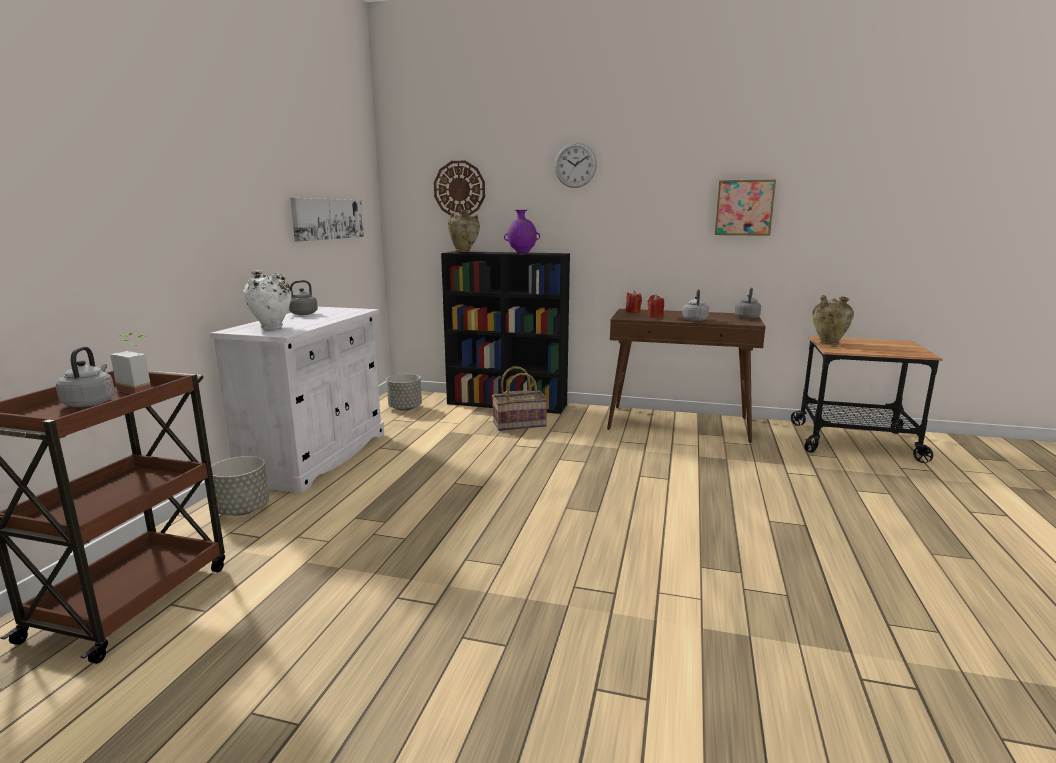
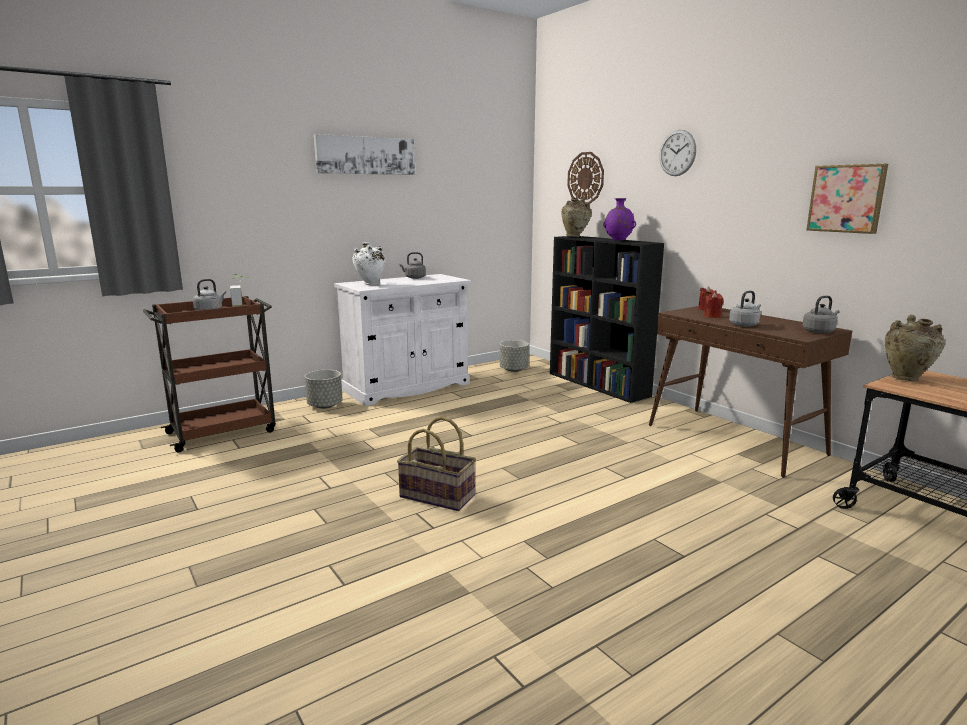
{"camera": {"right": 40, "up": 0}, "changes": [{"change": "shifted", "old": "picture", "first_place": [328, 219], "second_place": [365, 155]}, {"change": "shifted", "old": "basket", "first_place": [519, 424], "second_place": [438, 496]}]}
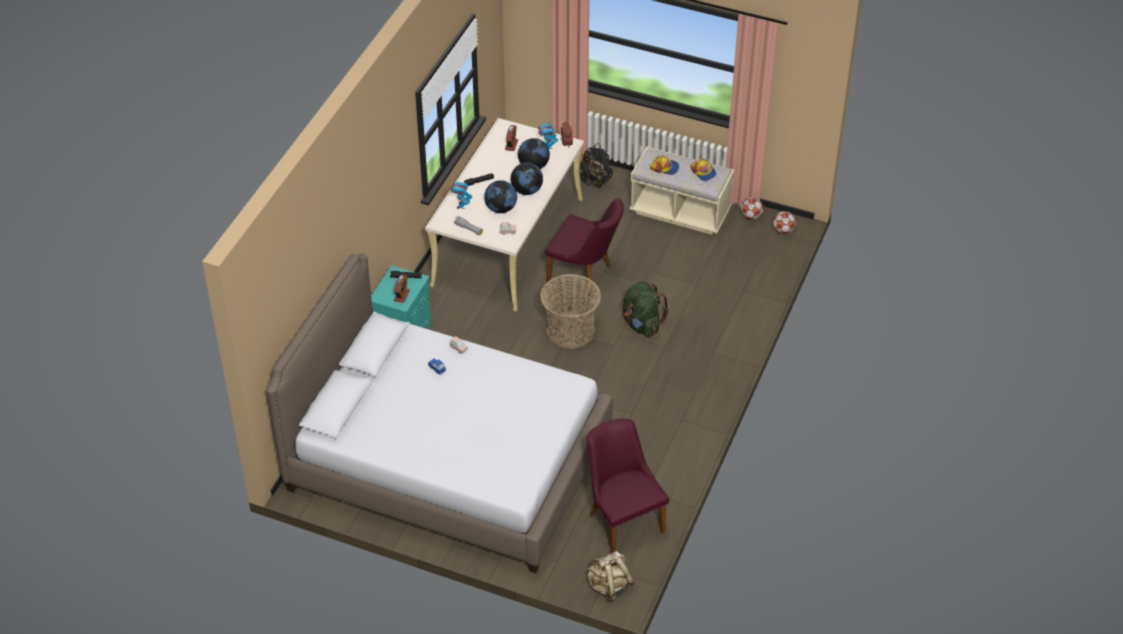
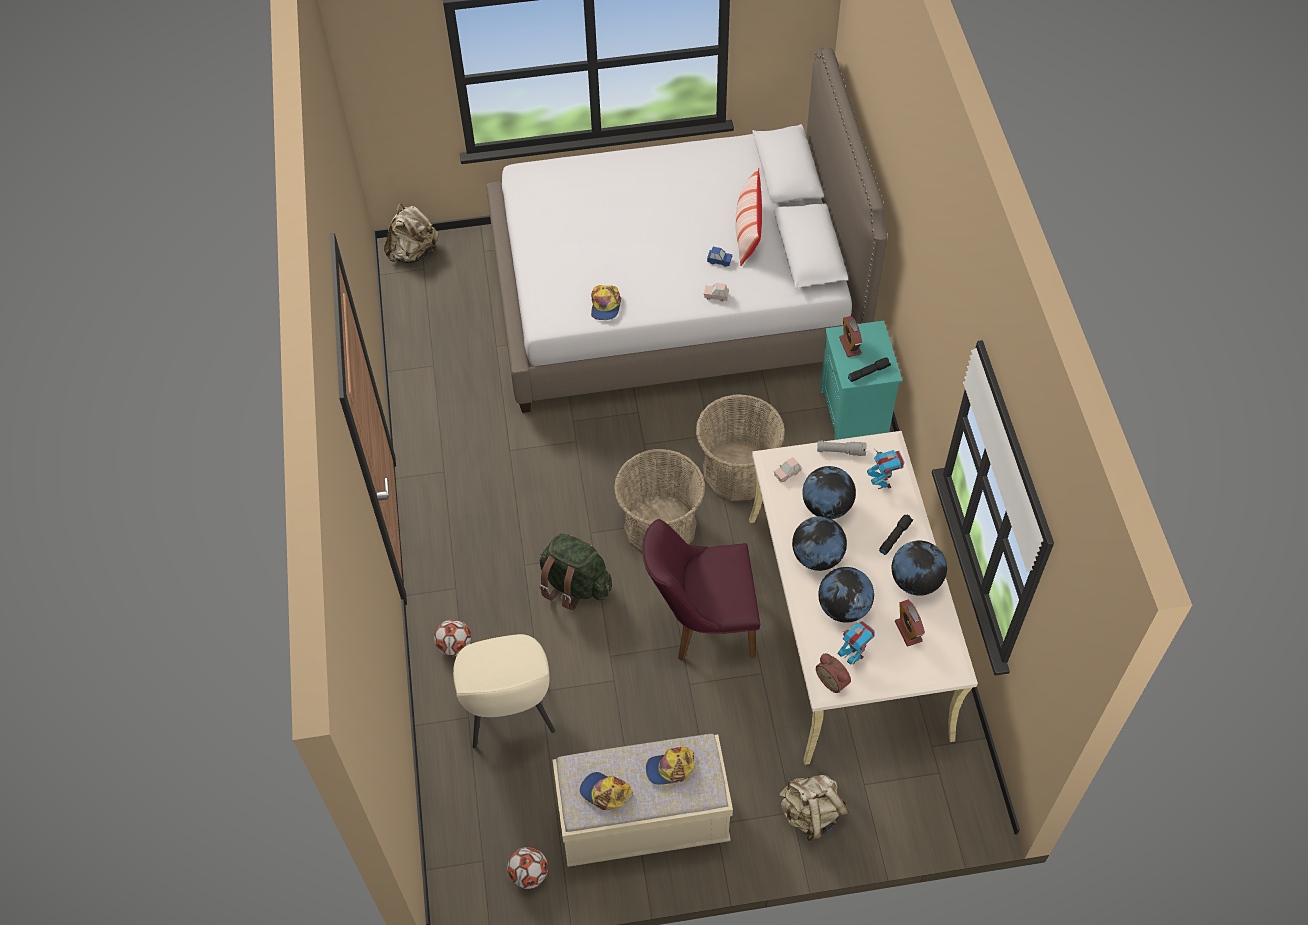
{"camera": {"right": 150, "up": 10}, "changes": [{"change": "shifted", "old": "football", "first_place": [783, 230], "second_place": [454, 646]}, {"change": "new", "new": "chair (beige)", "second_place": [509, 713]}, {"change": "new", "new": "cap", "second_place": [605, 305]}, {"change": "new", "new": "basket", "second_place": [738, 471]}, {"change": "new", "new": "pillow", "second_place": [748, 231]}, {"change": "repainted", "old": "backpack (black)", "new": "backpack (beige)", "first_place": [595, 181], "second_place": [811, 814]}, {"change": "new", "new": "globe", "second_place": [915, 581]}, {"change": "gone", "old": "chair (purple)", "first_place": [622, 519]}]}
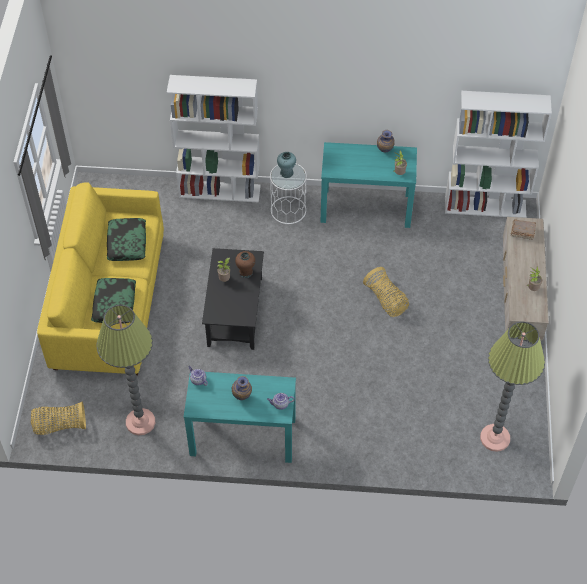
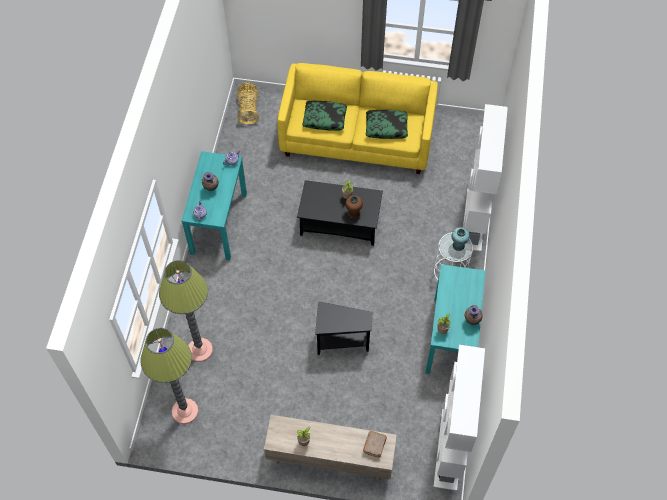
{"camera": {"right": 95, "up": 5}, "changes": [{"change": "shifted", "old": "floor lamp", "first_place": [140, 422], "second_place": [200, 350]}, {"change": "swapped", "old": "basket", "new": "side table (black)", "first_place": [386, 300], "second_place": [340, 342]}]}
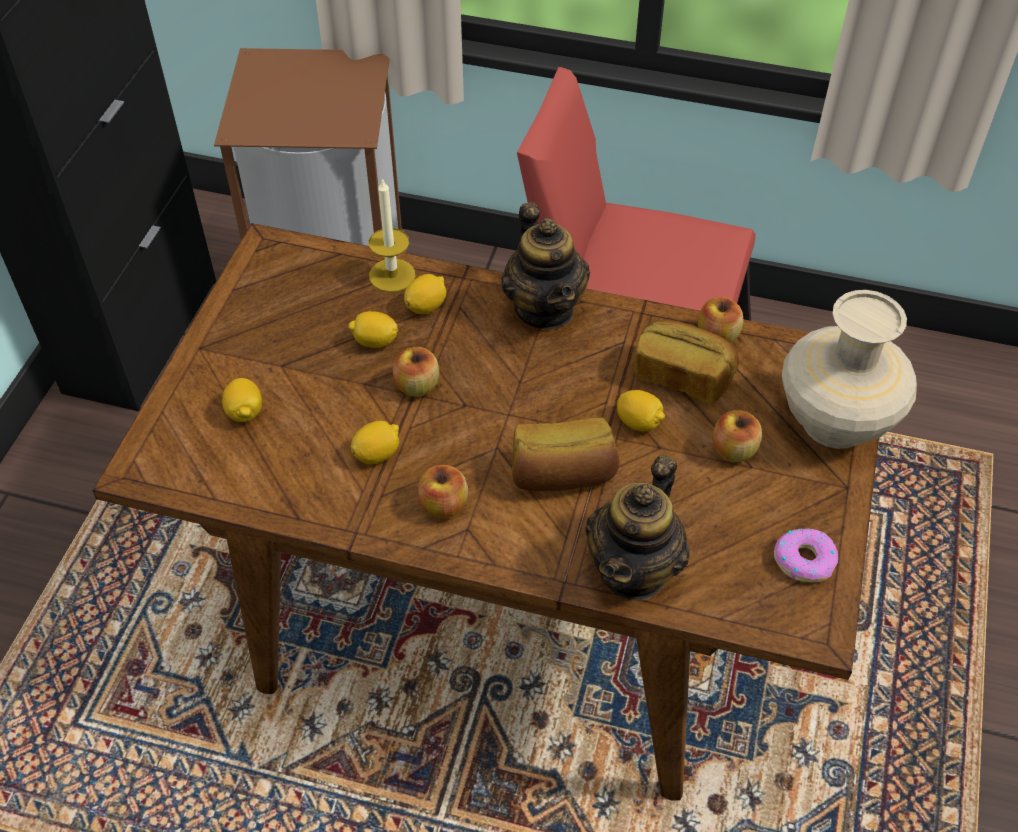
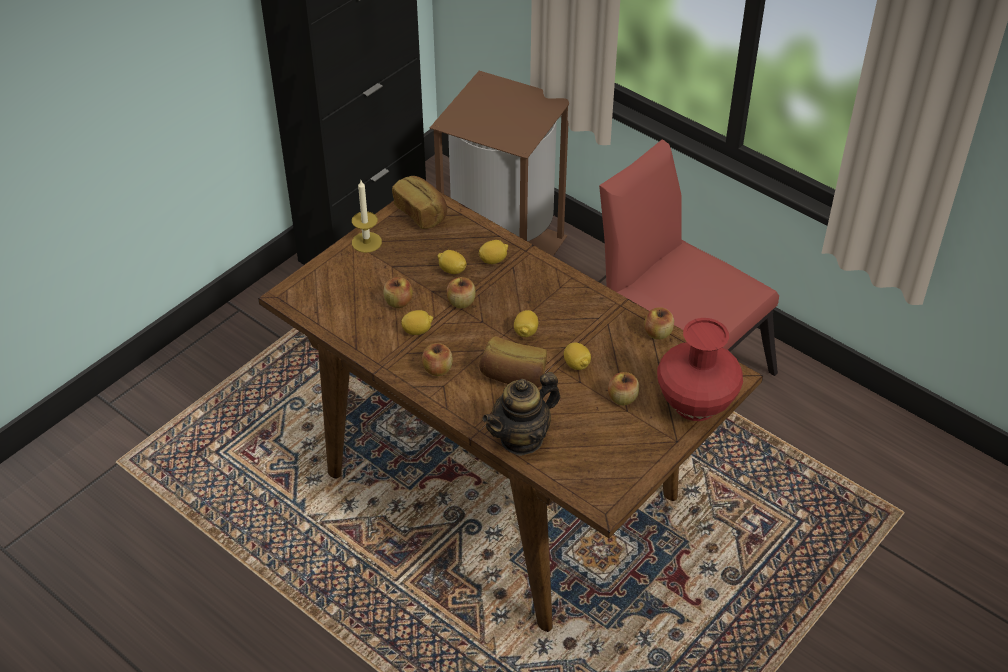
{"camera": {"right": 25, "up": -5}, "changes": [{"change": "shifted", "old": "candle", "first_place": [392, 275], "second_place": [366, 242]}, {"change": "new", "new": "apple", "second_place": [398, 302]}, {"change": "shifted", "old": "bread", "first_place": [682, 375], "second_place": [421, 212]}, {"change": "shifted", "old": "lemon", "first_place": [245, 412], "second_place": [525, 332]}, {"change": "repainted", "old": "vase (beige)", "new": "vase (red)", "first_place": [834, 421], "second_place": [695, 404]}, {"change": "gone", "old": "teapot", "first_place": [545, 308]}, {"change": "gone", "old": "donut", "first_place": [804, 560]}]}
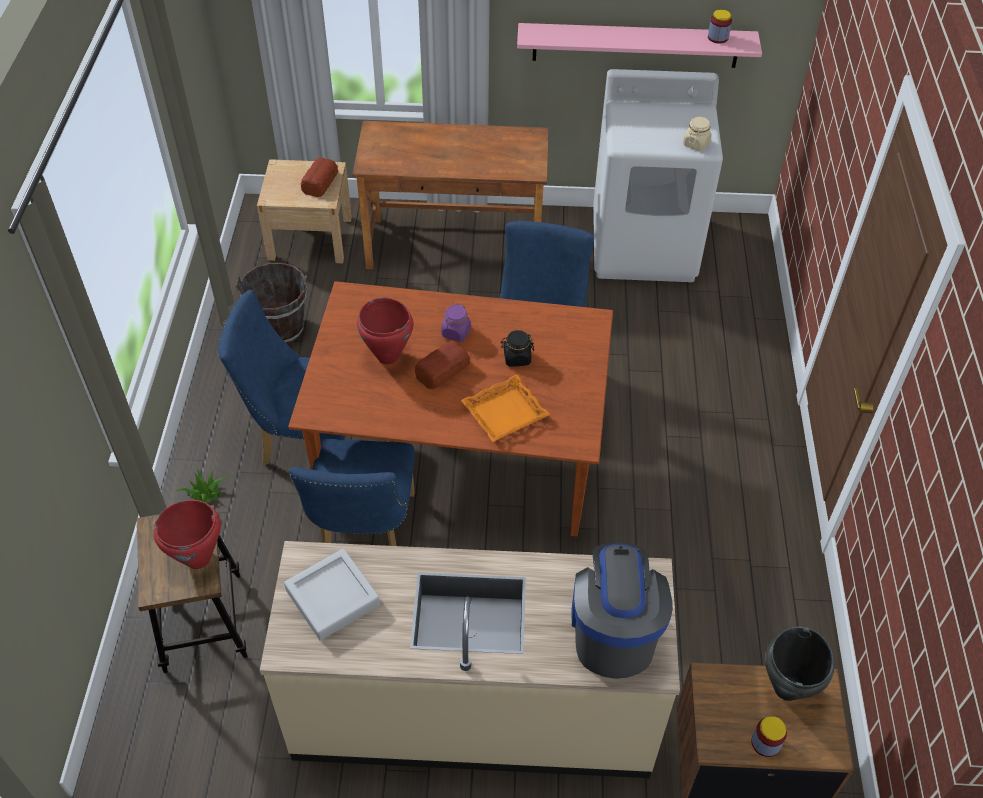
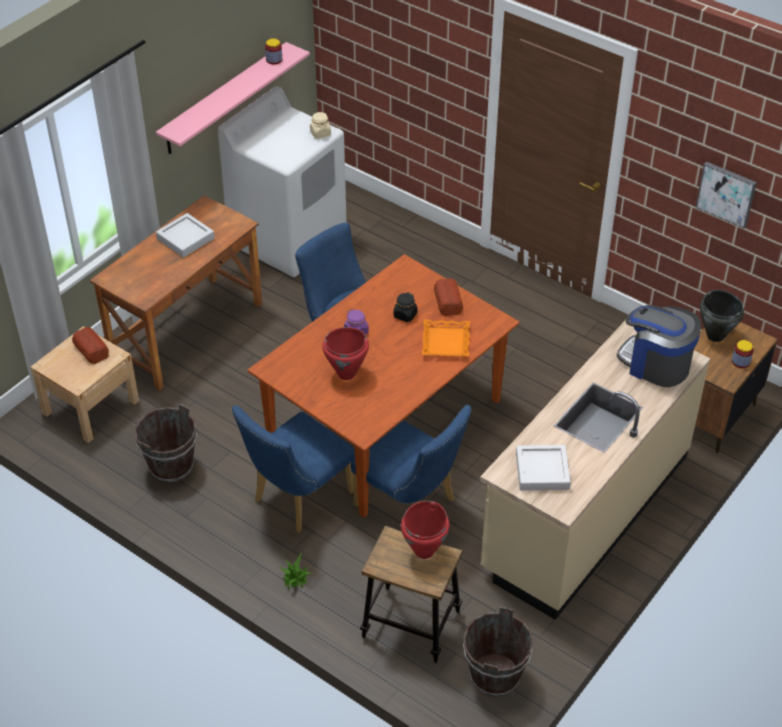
{"camera": {"right": -55, "up": -5}, "changes": [{"change": "new", "new": "tray (grey)", "second_place": [185, 239]}, {"change": "shifted", "old": "bread", "first_place": [443, 369], "second_place": [448, 301]}, {"change": "new", "new": "bucket (brown)", "second_place": [494, 675]}, {"change": "new", "new": "picture", "second_place": [726, 193]}]}
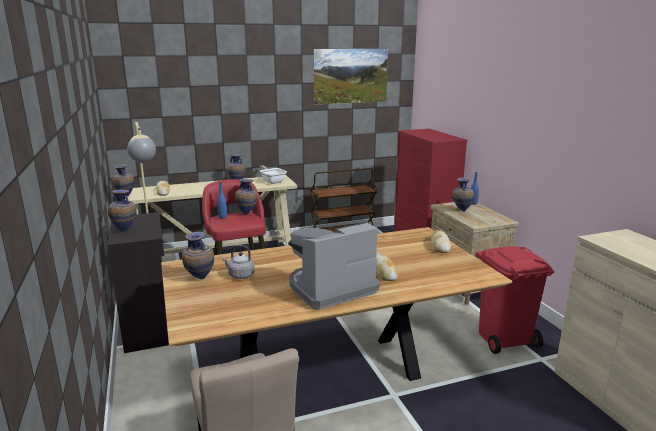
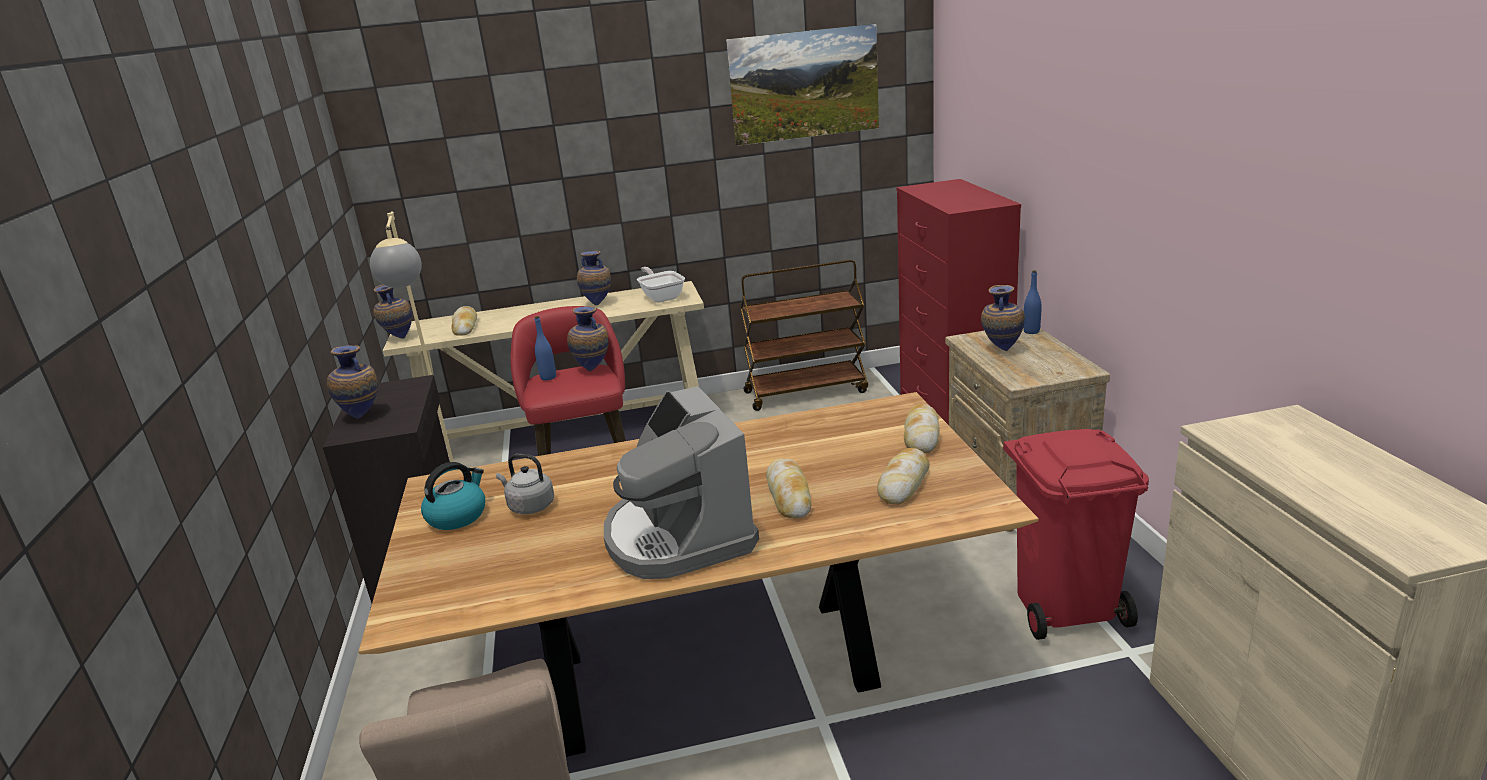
{"camera": {"right": 10, "up": 5}, "changes": [{"change": "swapped", "old": "vase", "new": "kettle", "first_place": [199, 279], "second_place": [457, 516]}, {"change": "rotated", "old": "coffee machine", "first_place": [330, 288], "second_place": [678, 535], "degrees": -90}, {"change": "new", "new": "bread", "second_place": [904, 483]}]}
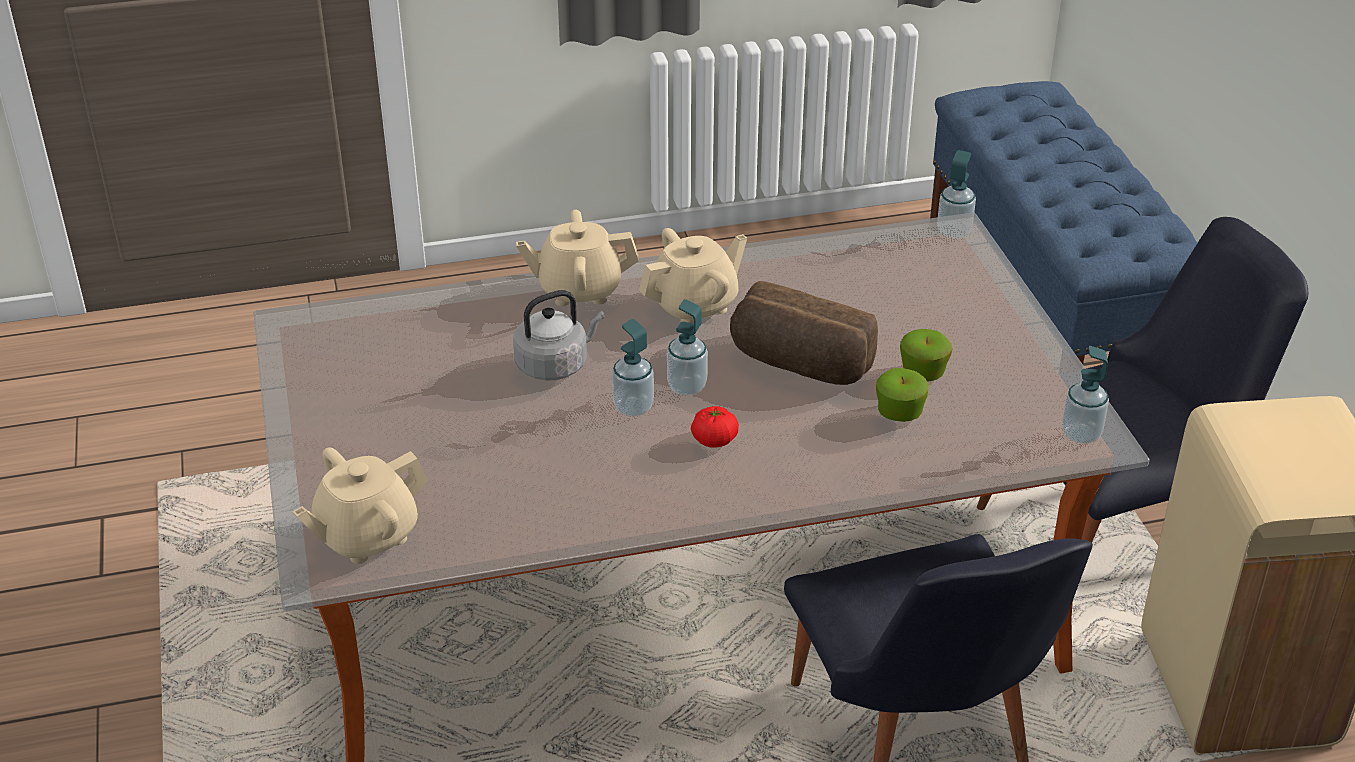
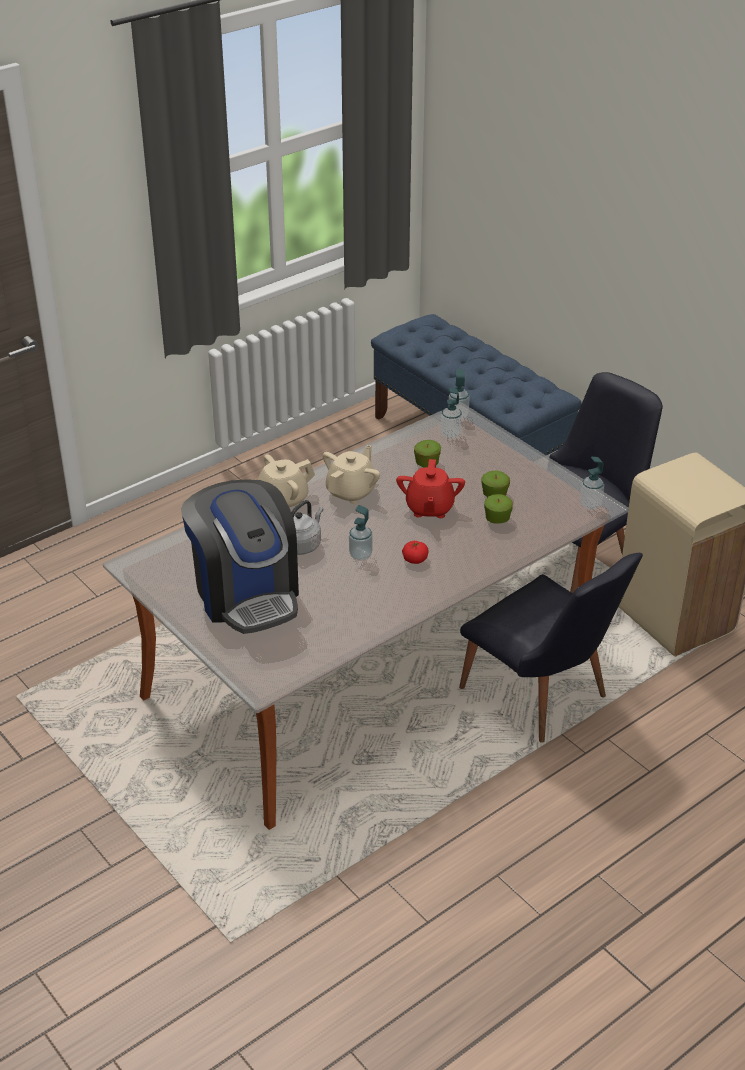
{"camera": {"right": -25, "up": 0}, "changes": [{"change": "new", "new": "coffee machine", "second_place": [246, 594]}, {"change": "swapped", "old": "bread", "new": "teapot (red)", "first_place": [799, 365], "second_place": [429, 508]}, {"change": "new", "new": "apple", "second_place": [427, 463]}, {"change": "shifted", "old": "soap dispenser", "first_place": [687, 387], "second_place": [450, 434]}, {"change": "gone", "old": "teapot (beige)", "first_place": [366, 536]}]}
